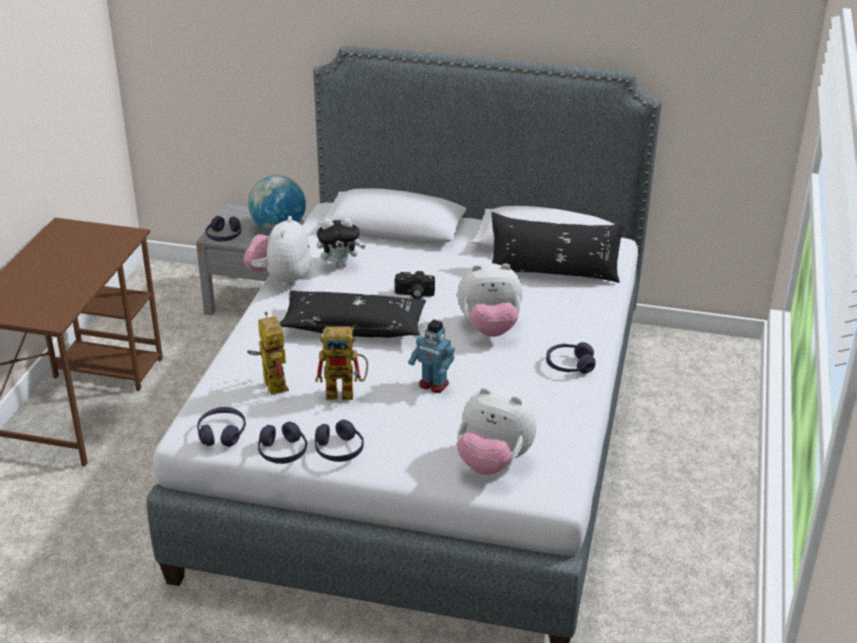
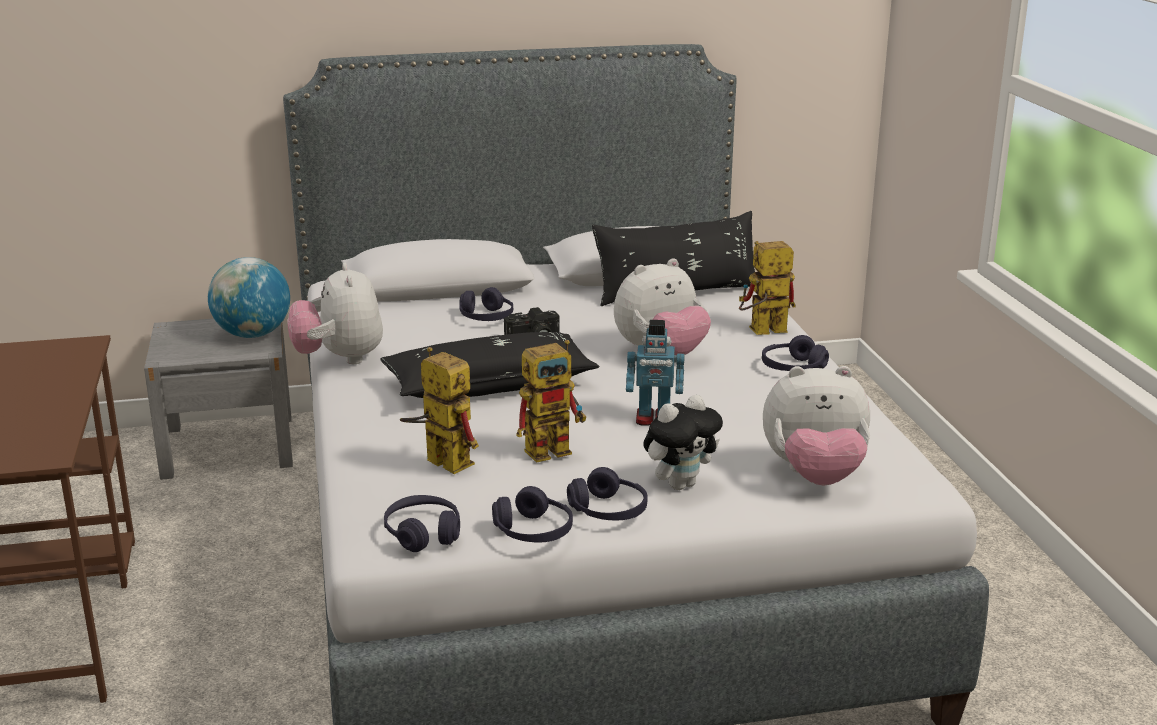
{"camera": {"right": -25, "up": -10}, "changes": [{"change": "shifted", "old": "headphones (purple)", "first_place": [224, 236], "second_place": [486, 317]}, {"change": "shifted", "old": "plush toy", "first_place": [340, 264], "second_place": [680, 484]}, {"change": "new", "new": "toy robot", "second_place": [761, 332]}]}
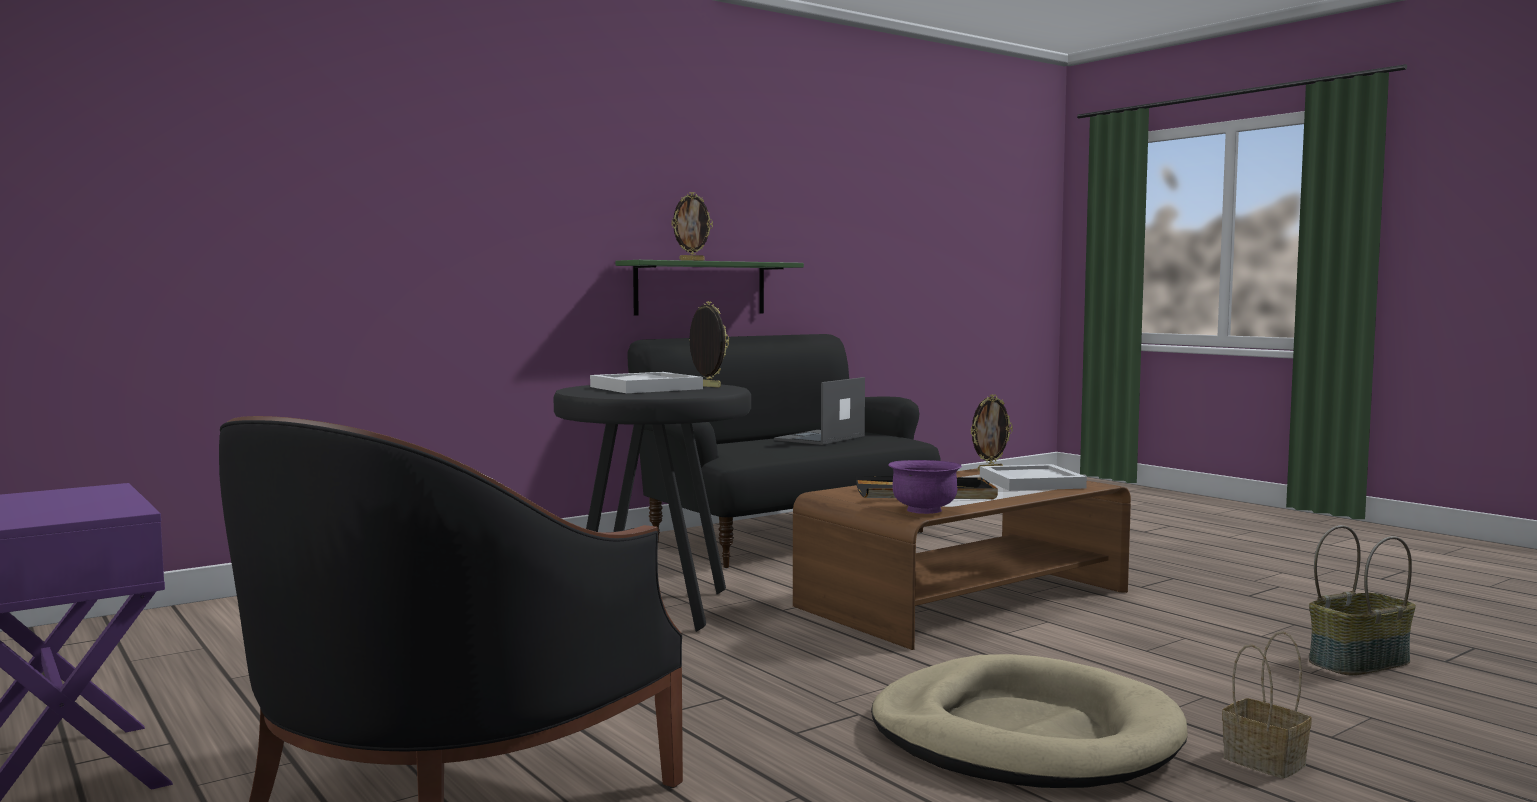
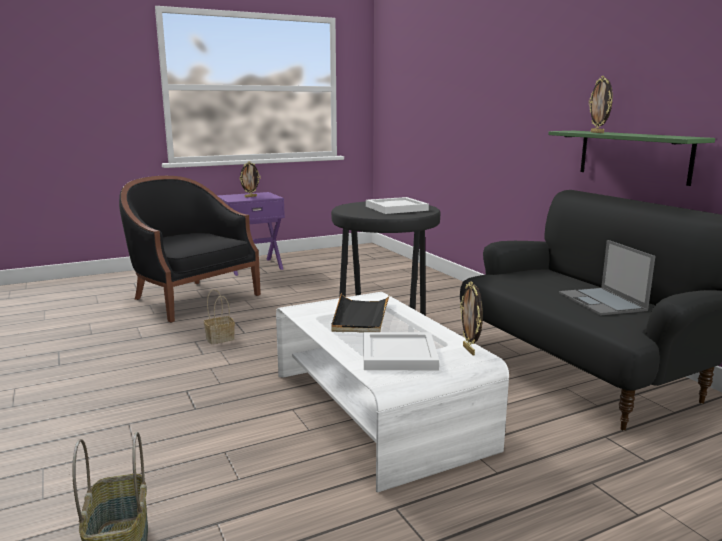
{"camera": {"right": 100, "up": 10}, "changes": [{"change": "shifted", "old": "basket", "first_place": [1261, 761], "second_place": [221, 338]}, {"change": "shifted", "old": "picture frame", "first_place": [707, 386], "second_place": [250, 196]}, {"change": "repainted", "old": "coffee table (brown)", "new": "coffee table (white)", "first_place": [964, 599], "second_place": [377, 409]}, {"change": "rotated", "old": "laptop", "first_place": [819, 438], "second_place": [602, 302], "degrees": -150}, {"change": "gone", "old": "dog bed (beige)", "first_place": [1024, 735]}, {"change": "gone", "old": "bowl (purple)", "first_place": [924, 510]}]}
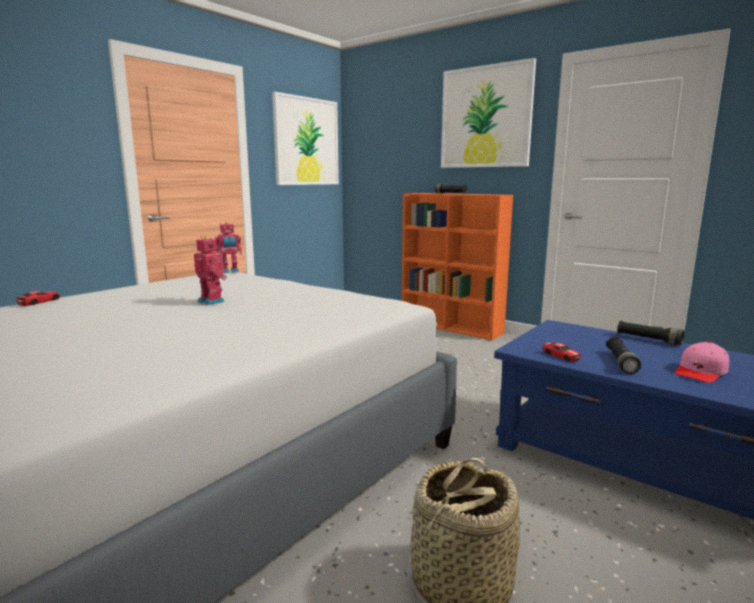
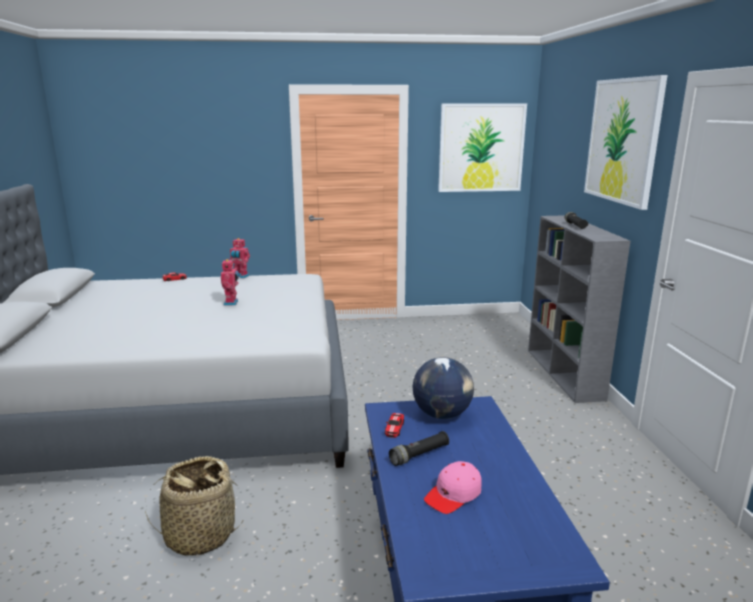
{"camera": {"right": 45, "up": 5}, "changes": [{"change": "shifted", "old": "toy robot", "first_place": [230, 271], "second_place": [240, 276]}, {"change": "new", "new": "globe", "second_place": [442, 414]}, {"change": "rotated", "old": "cap (pink)", "first_place": [701, 372], "second_place": [453, 494], "degrees": -45}, {"change": "repainted", "old": "bookcase (orange)", "new": "bookcase (grey)", "first_place": [451, 327], "second_place": [564, 374]}, {"change": "gone", "old": "flashlight (black)", "first_place": [648, 339]}]}
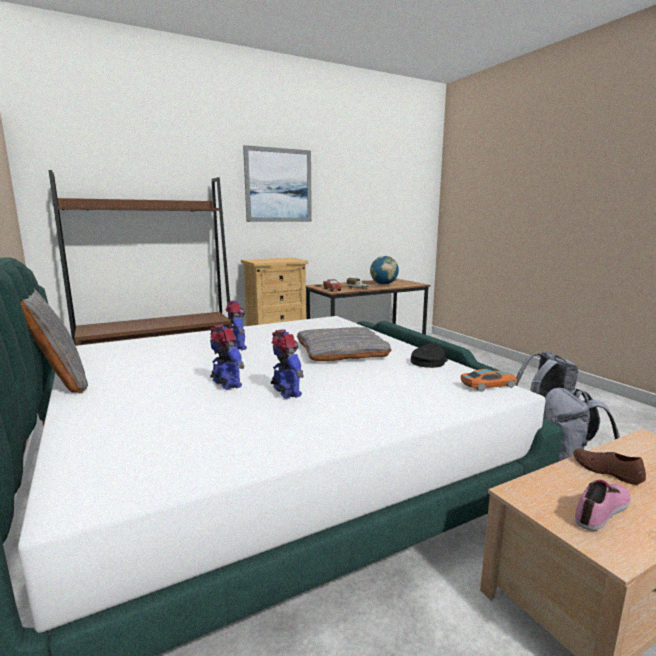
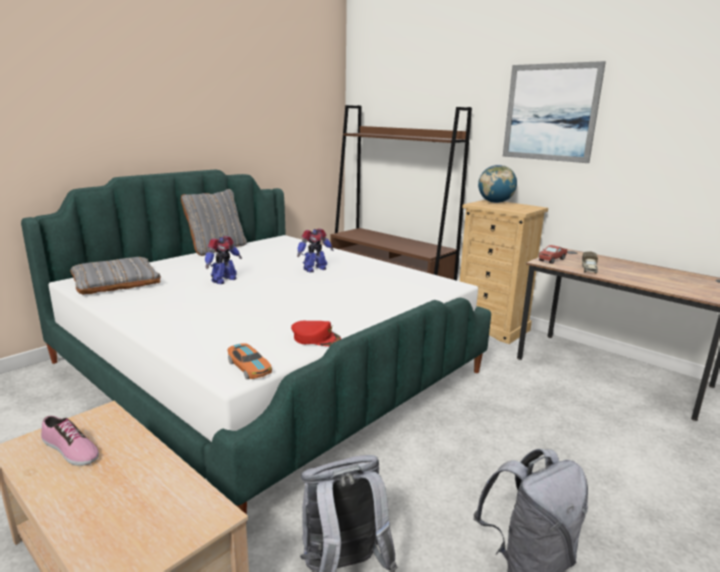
{"camera": {"right": 70, "up": 5}, "changes": [{"change": "shifted", "old": "pillow (grey)", "first_place": [341, 351], "second_place": [116, 282]}, {"change": "repainted", "old": "cap (black)", "new": "cap (red)", "first_place": [428, 362], "second_place": [316, 338]}, {"change": "shifted", "old": "globe", "first_place": [383, 284], "second_place": [495, 202]}, {"change": "gone", "old": "toy robot", "first_place": [286, 392]}, {"change": "gone", "old": "shoe (brown)", "first_place": [606, 471]}]}
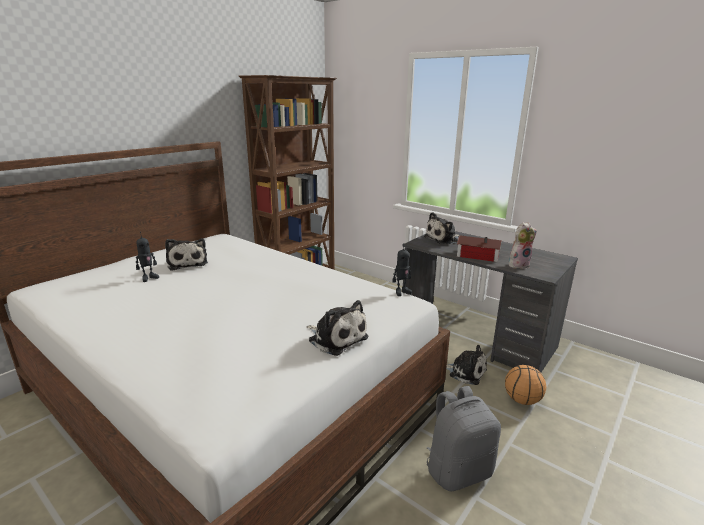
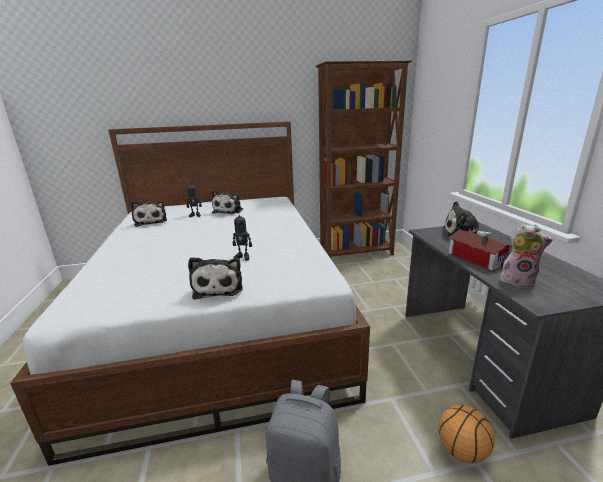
{"camera": {"right": 40, "up": 0}, "changes": [{"change": "shifted", "old": "plush toy", "first_place": [465, 372], "second_place": [151, 221]}, {"change": "shifted", "old": "toy robot", "first_place": [401, 292], "second_place": [243, 257]}]}
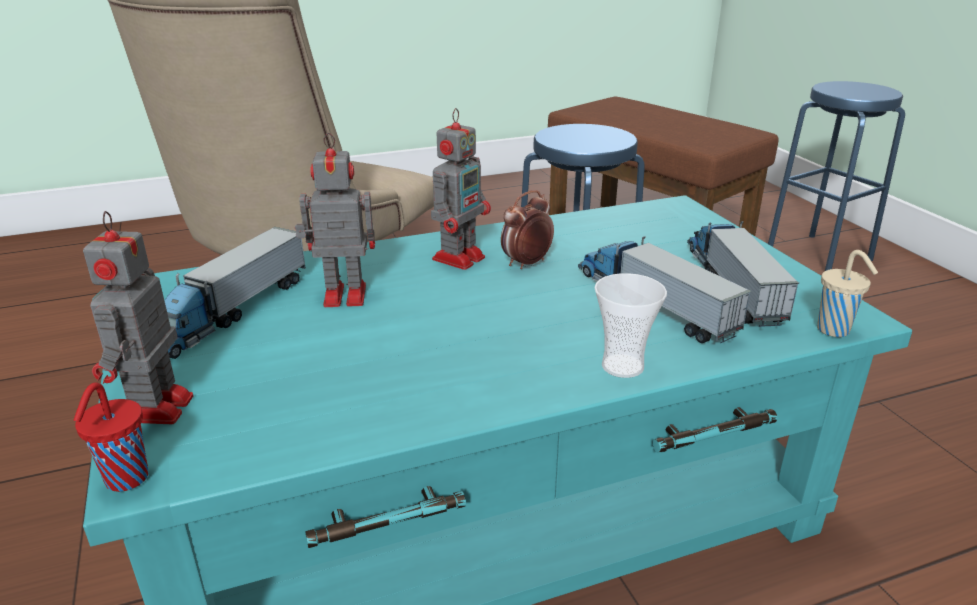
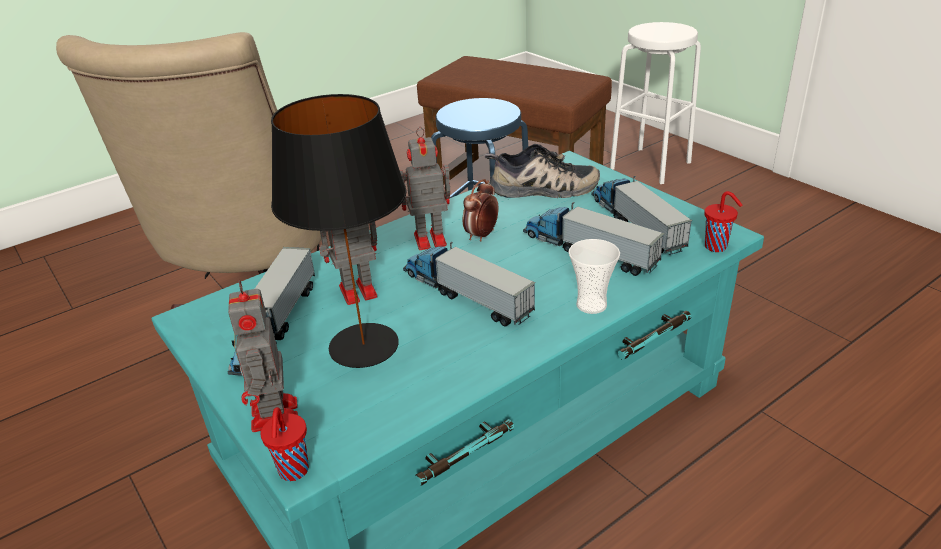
{"camera": {"right": -15, "up": 5}, "changes": [{"change": "new", "new": "table lamp (black)", "second_place": [364, 346]}, {"change": "rotated", "old": "toy robot", "first_place": [460, 257], "second_place": [428, 240], "degrees": -120}, {"change": "new", "new": "toy truck", "second_place": [465, 295]}, {"change": "new", "new": "shoe", "second_place": [543, 189]}, {"change": "repainted", "old": "stool (blue)", "new": "stool (white)", "first_place": [818, 255], "second_place": [650, 165]}, {"change": "repainted", "old": "cup (beige)", "new": "cup (red)", "first_place": [835, 331], "second_place": [717, 247]}]}
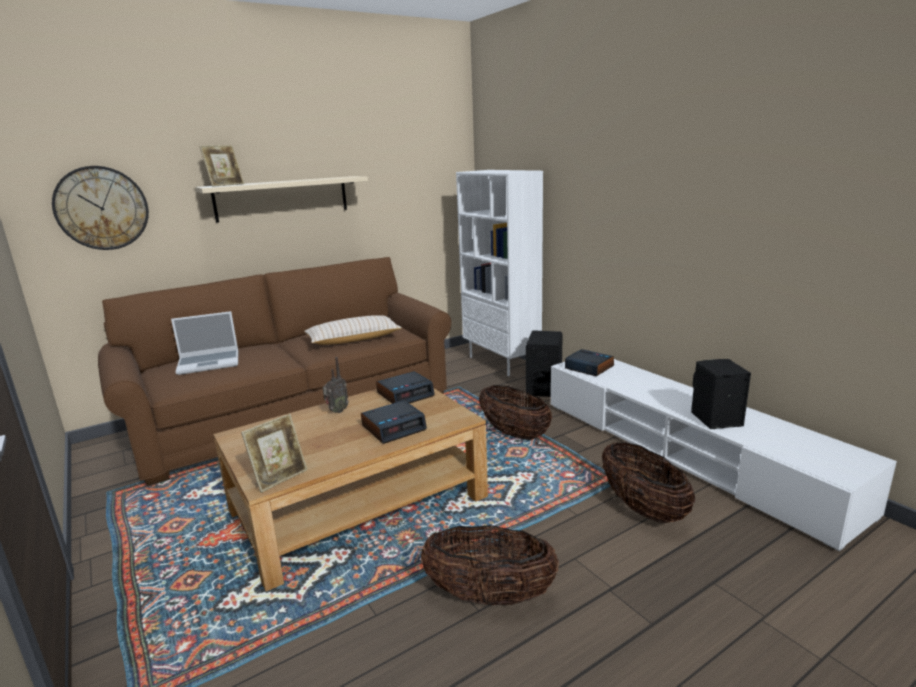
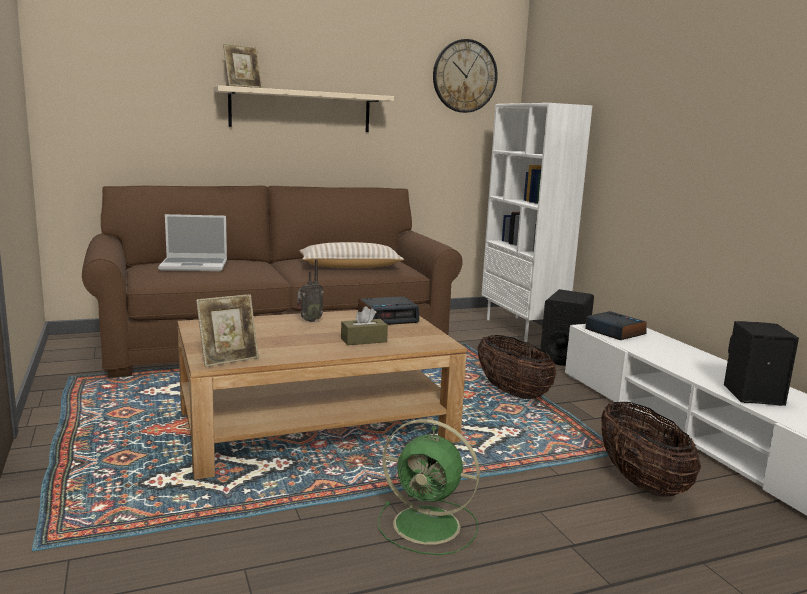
{"camera": {"right": 10, "up": -5}, "changes": [{"change": "swapped", "old": "alarm clock", "new": "tissue box (brown)", "first_place": [394, 427], "second_place": [363, 340]}, {"change": "swapped", "old": "basket", "new": "fan (green)", "first_place": [489, 595], "second_place": [429, 526]}, {"change": "shifted", "old": "wall clock", "first_place": [101, 208], "second_place": [464, 76]}]}
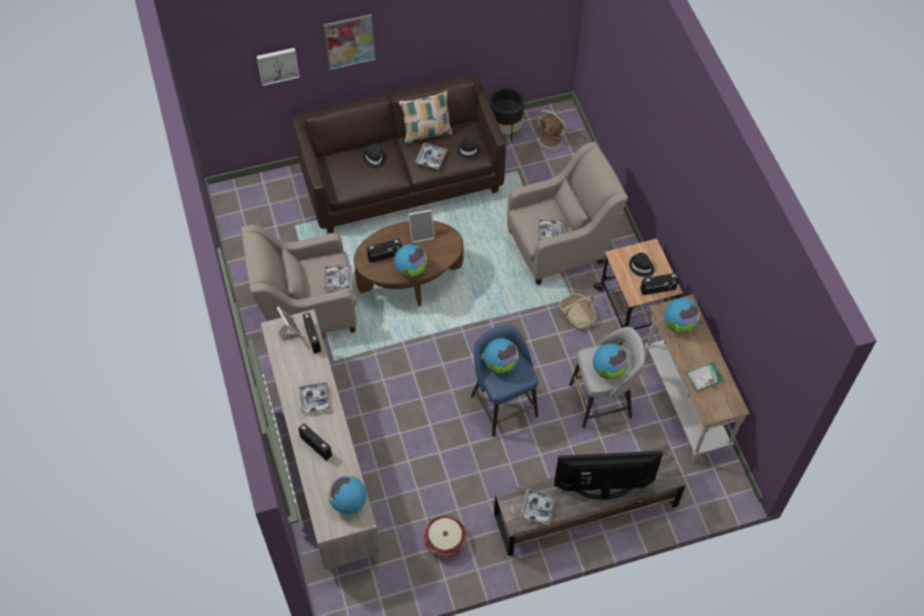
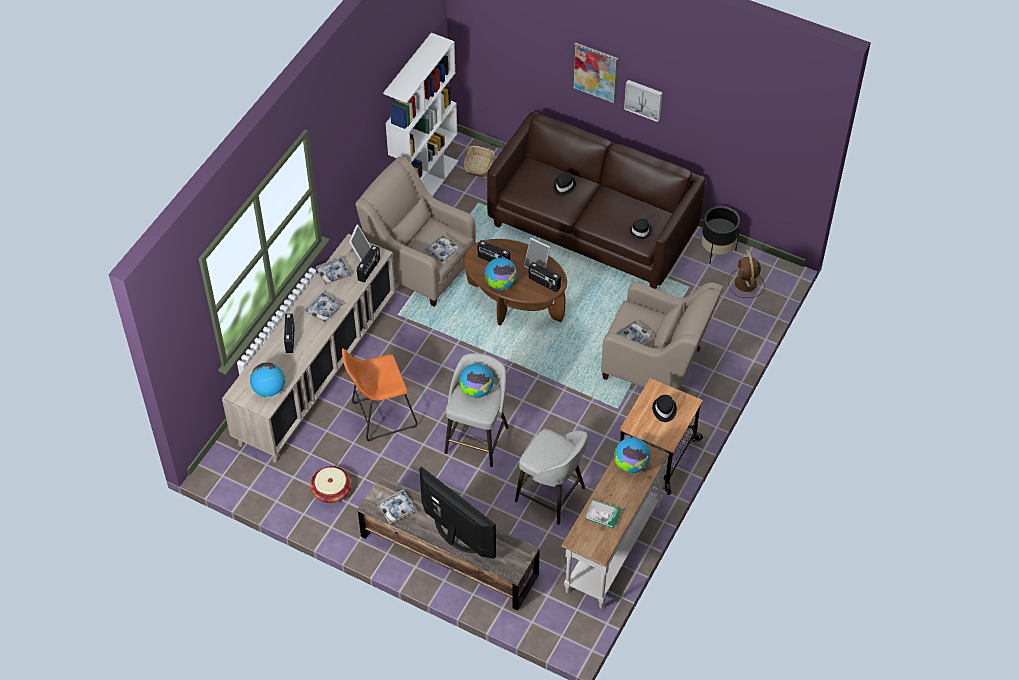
{"camera": {"right": 45, "up": -5}, "changes": [{"change": "shifted", "old": "tray", "first_place": [431, 158], "second_place": [333, 273]}, {"change": "new", "new": "stool (orange)", "second_place": [380, 415]}, {"change": "new", "new": "bookcase (white)", "second_place": [425, 185]}, {"change": "repainted", "old": "stool (blue)", "new": "stool (grey)", "first_place": [503, 404], "second_place": [477, 438]}, {"change": "shifted", "old": "basket", "first_place": [577, 315], "second_place": [479, 166]}, {"change": "shifted", "old": "radio", "first_place": [658, 290], "second_place": [544, 283]}, {"change": "shifted", "old": "picture", "first_place": [277, 65], "second_place": [644, 99]}, {"change": "gone", "old": "pillow", "first_place": [426, 133]}, {"change": "gone", "old": "globe", "first_place": [608, 370]}]}
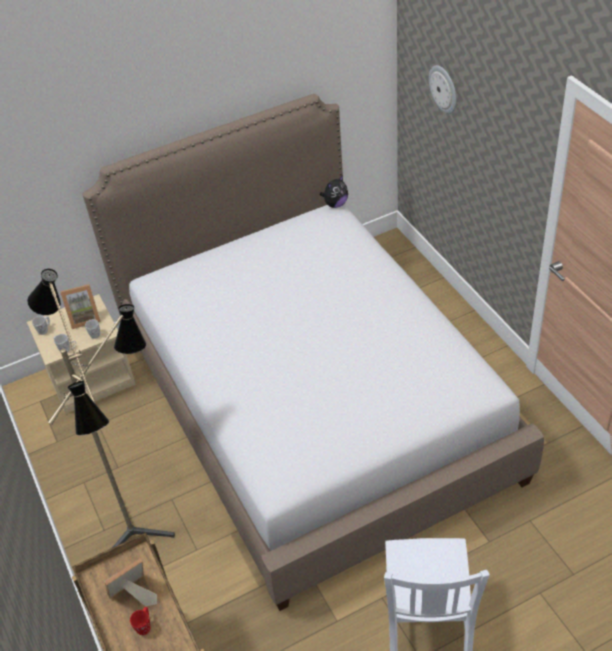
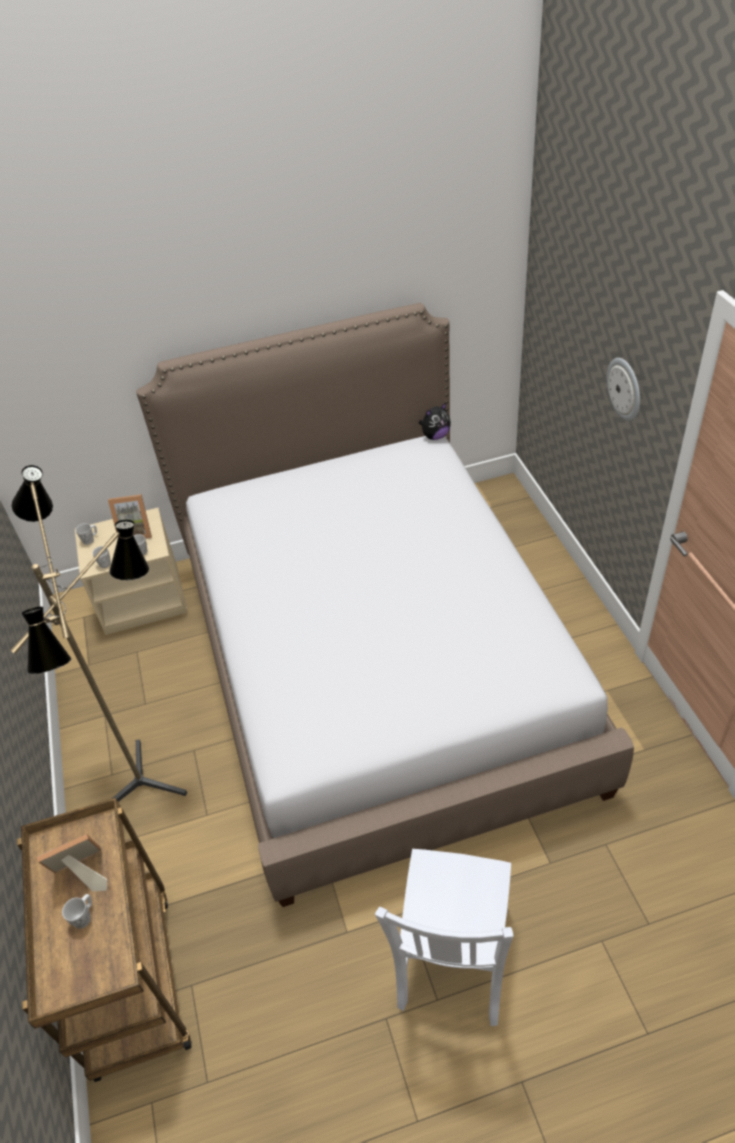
{"camera": {"right": 10, "up": 0}, "changes": [{"change": "repainted", "old": "mug (red)", "new": "mug (white)", "first_place": [144, 625], "second_place": [84, 916]}, {"change": "shifted", "old": "wall clock", "first_place": [444, 89], "second_place": [625, 389]}]}
